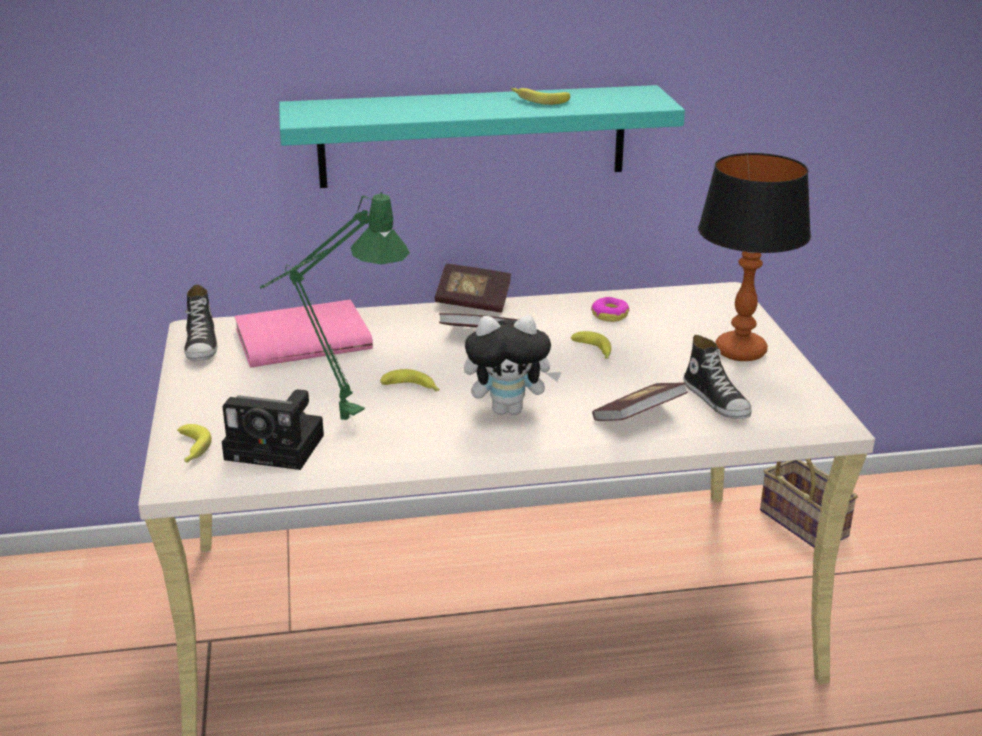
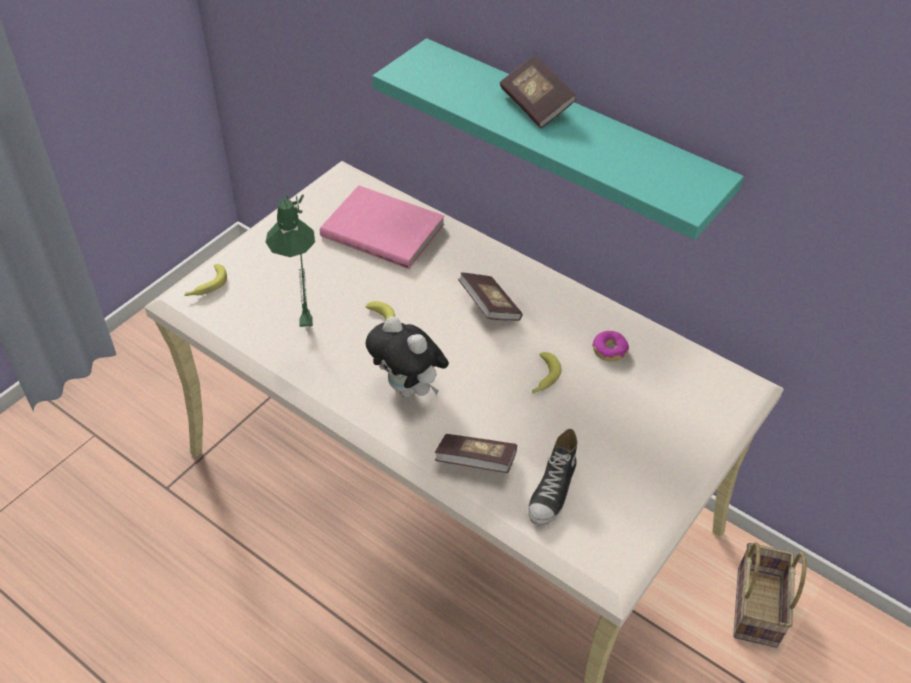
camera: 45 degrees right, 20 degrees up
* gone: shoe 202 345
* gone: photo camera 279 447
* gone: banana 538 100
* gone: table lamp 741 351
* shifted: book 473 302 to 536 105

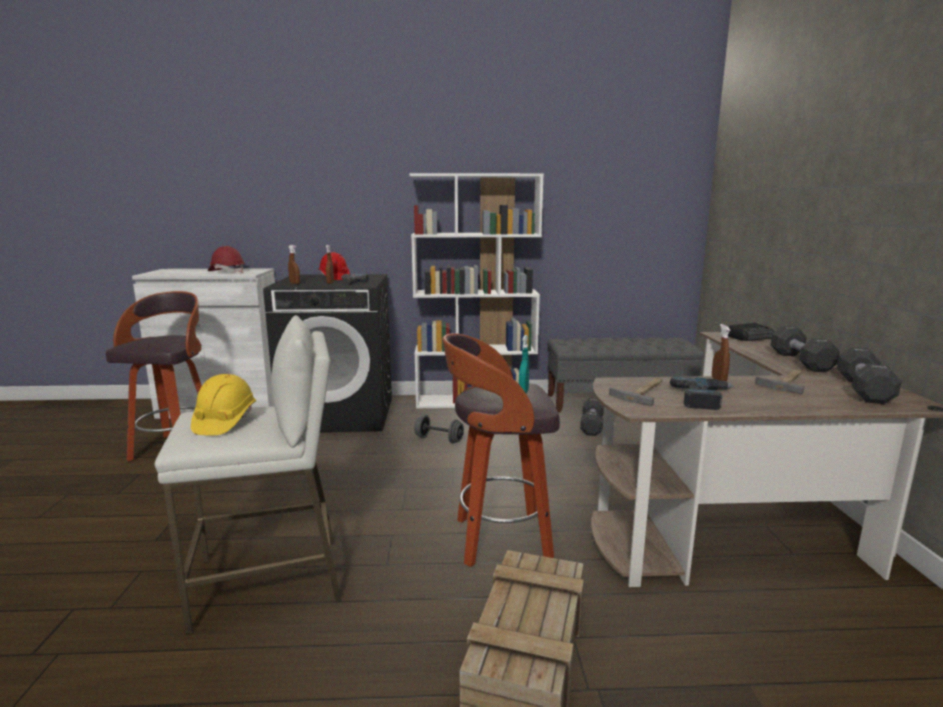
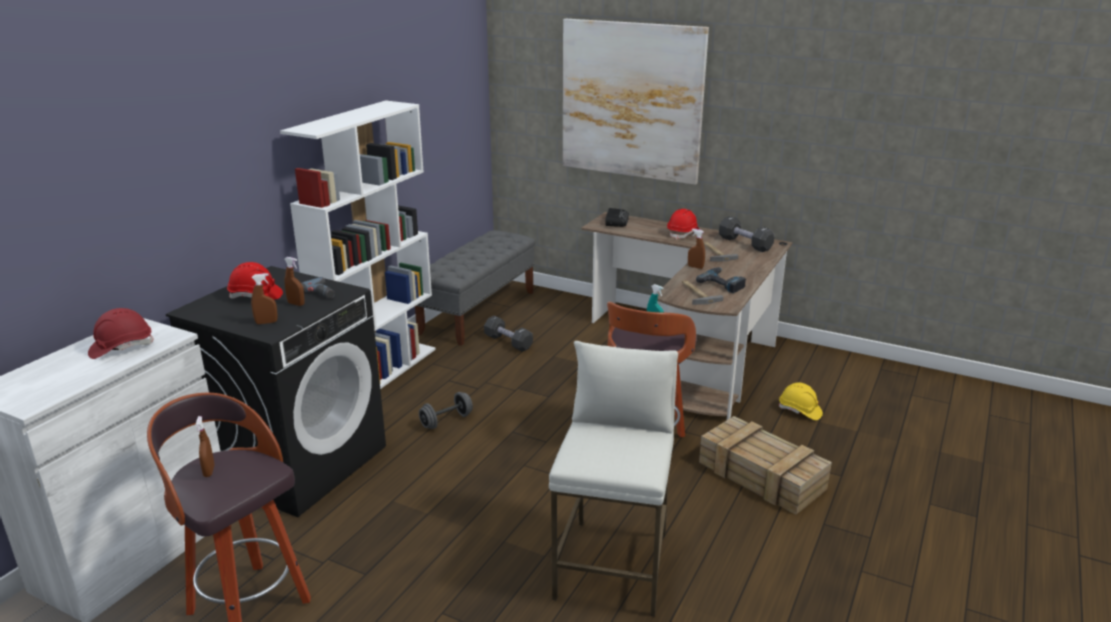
camera: 60 degrees left, 10 degrees up
* new: spray bottle (brown) 209 471
* new: picture 631 100
* shifted: hard hat (yellow) 225 422 to 799 411
* swapped: dumbbell (black) 800 361 to hard hat (red) 683 233

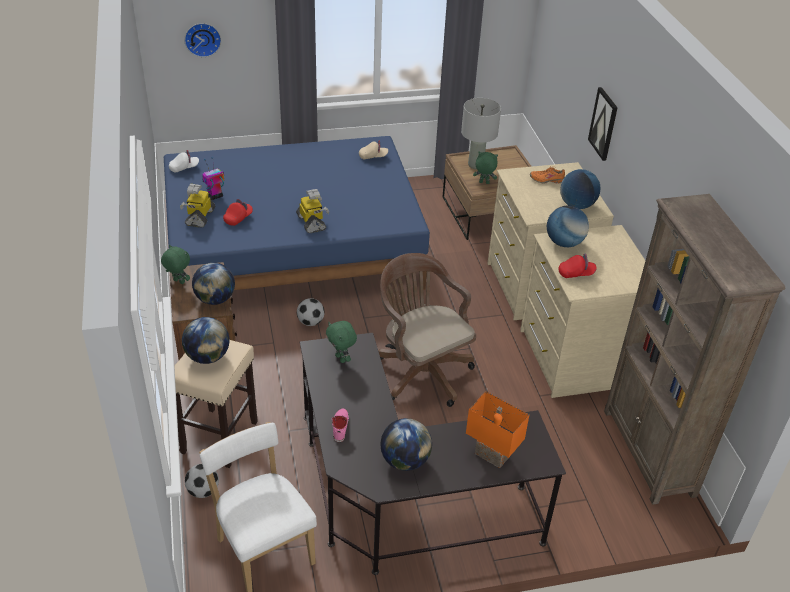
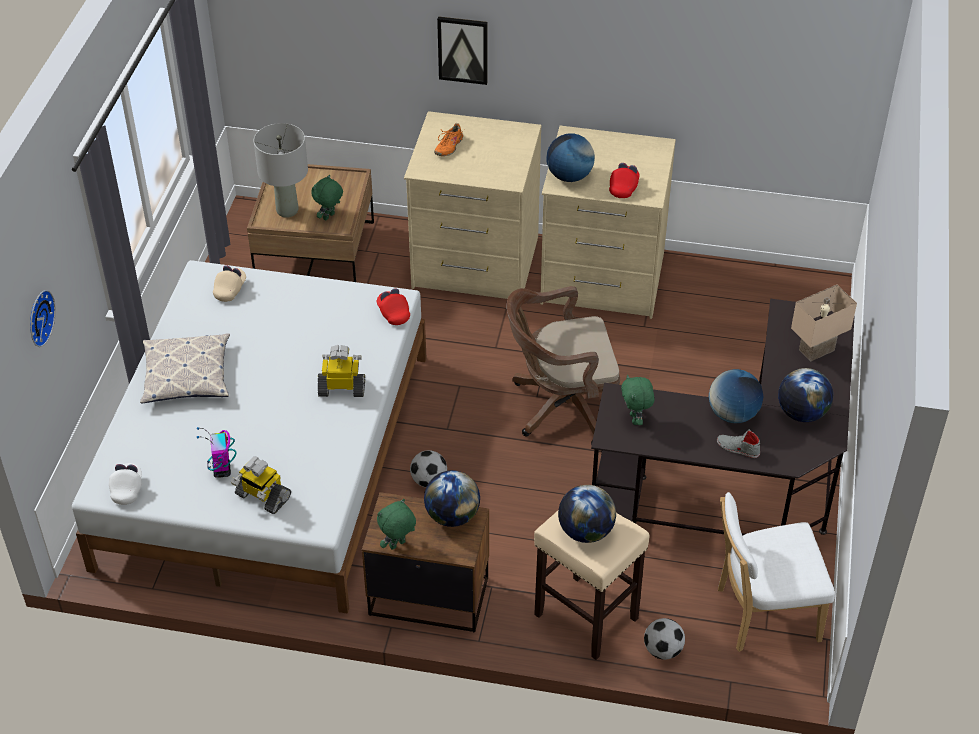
camera: 65 degrees left, 5 degrees up
* gone: bookcase (brown) 649 453
* new: pillow 187 376
* shifted: cap (red) 238 218 to 393 313
* shifted: globe 577 205 to 733 414
* repainted: bed (blue) 292 246 to bed (white) 265 458
* repainted: shoe (pink) 340 426 to shoe (grey) 737 448
* repainted: table lamp (orange) 493 454 to table lamp (beige) 816 349
* rotated: plush toy (green) 341 358 = 635 419 90 degrees clockwise

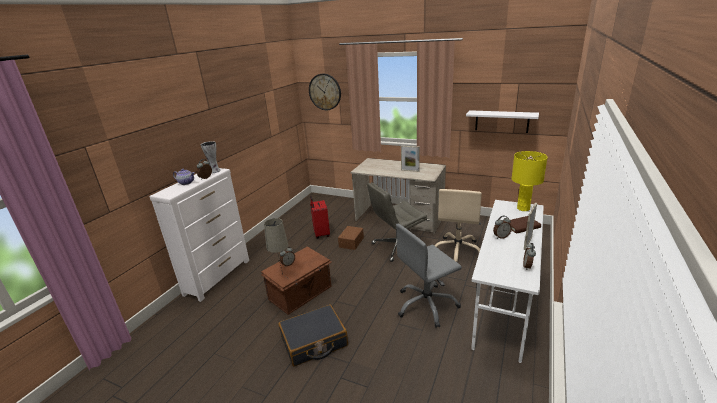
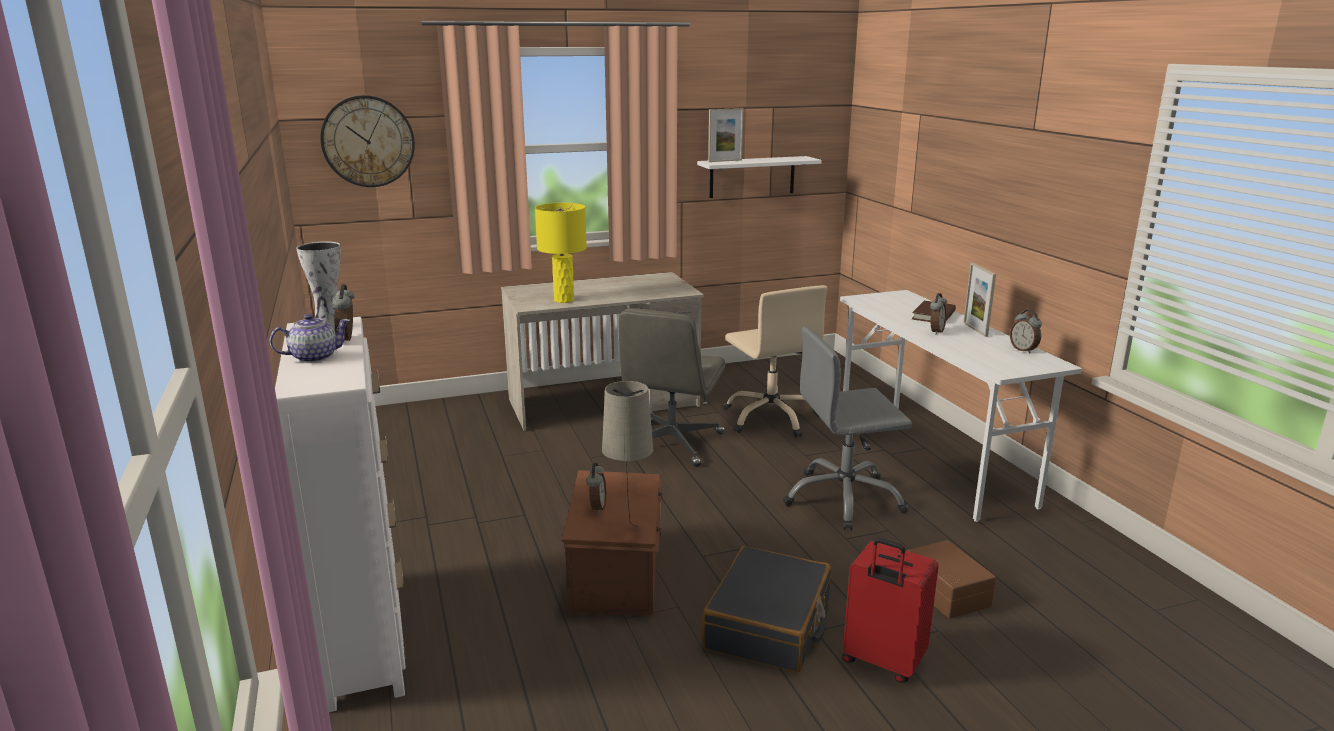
camera: 45 degrees left, 5 degrees down
* shifted: suitcase (red) 321 234 to 882 662
* shifted: storage box (brown) 350 242 to 945 592
* shifted: picture frame 410 170 to 725 161
* shifted: table lamp (yellow) 523 208 to 563 300
* rotated: office chair (grey) 426 305 = 844 499 60 degrees clockwise

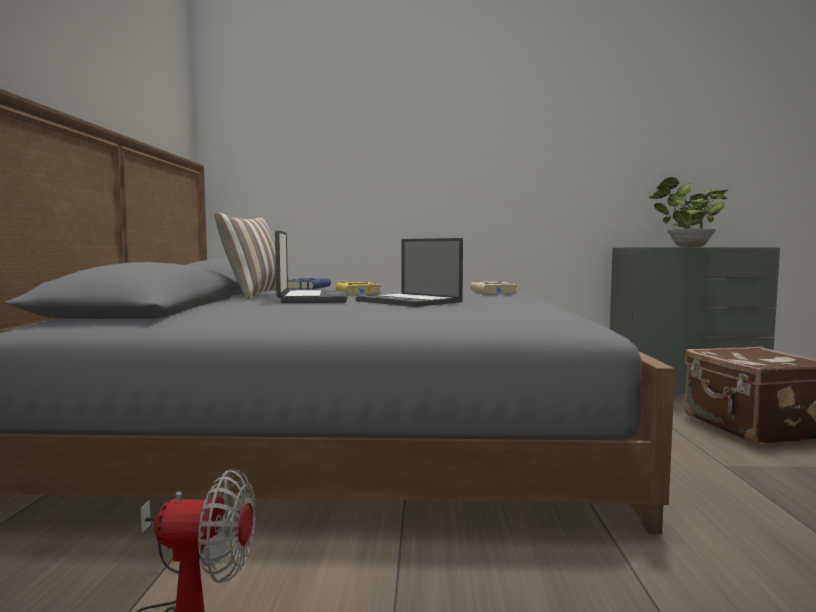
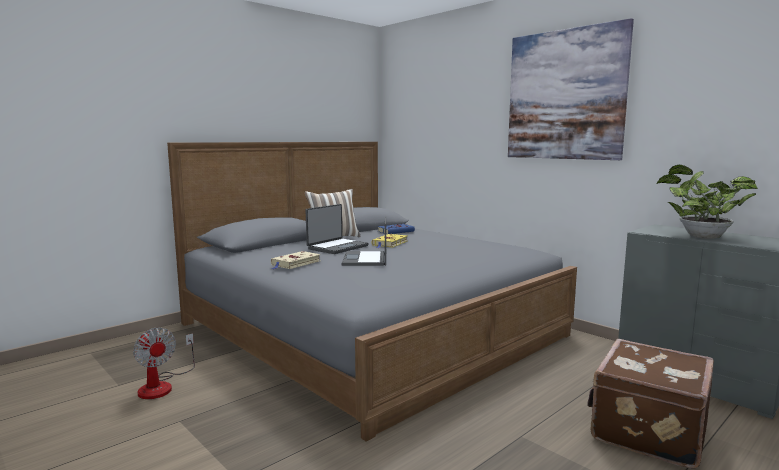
camera: 45 degrees right, 5 degrees up
* new: picture 565 95
* shifted: book (beige) 494 292 to 295 263

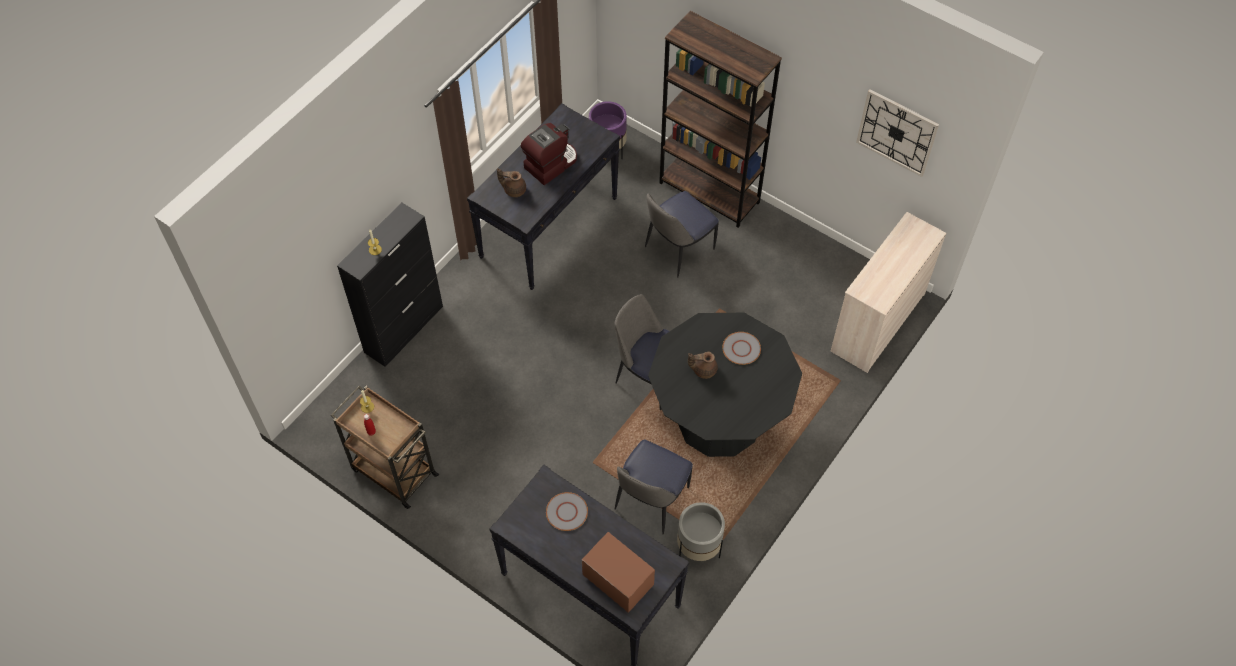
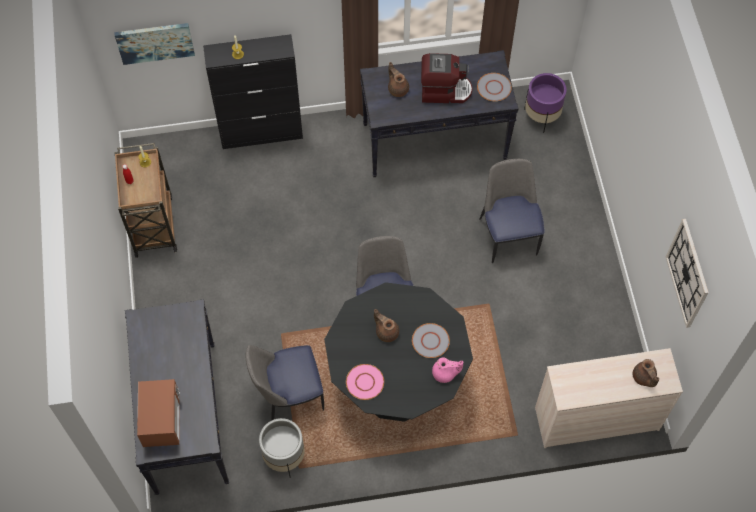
camera: 45 degrees right, 5 degrees up
* gone: bookcase (brown) 709 193
* new: picture 155 42
* new: plate (pink) 365 382
* new: teapot (pink) 445 373
* new: teapot (brown) 644 377
* shifted: plate (grey) 567 512 to 494 87
* rotated: chair 678 249 = 508 234 75 degrees clockwise

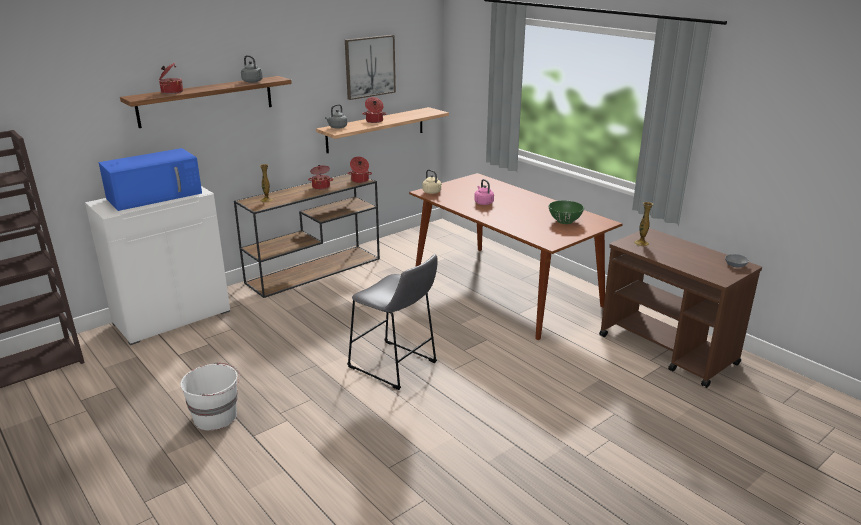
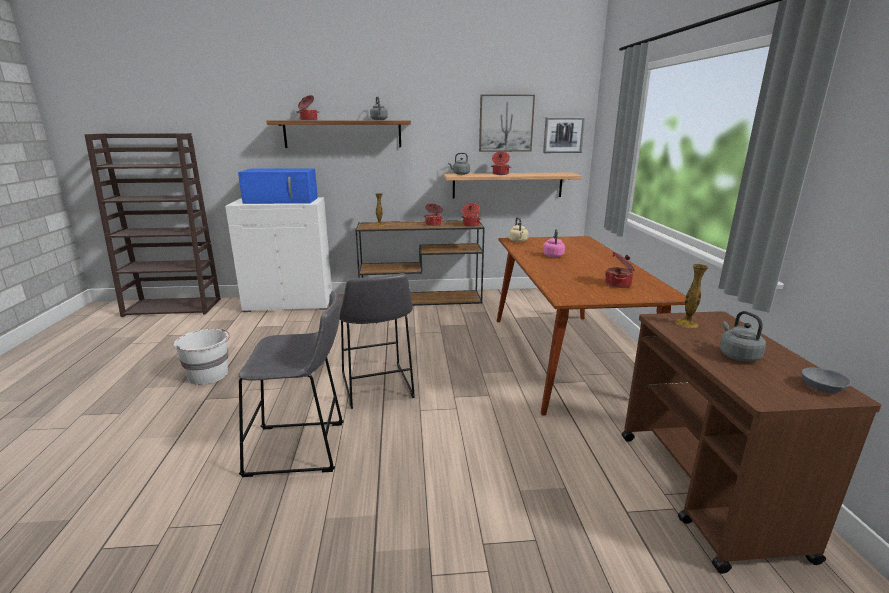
camera: 35 degrees right, 5 degrees down
* new: stool (grey) 302 448
* new: picture 563 135
* new: kettle (grey) 737 355
* swapped: bowl (green) 565 221 to cooking pot 619 284

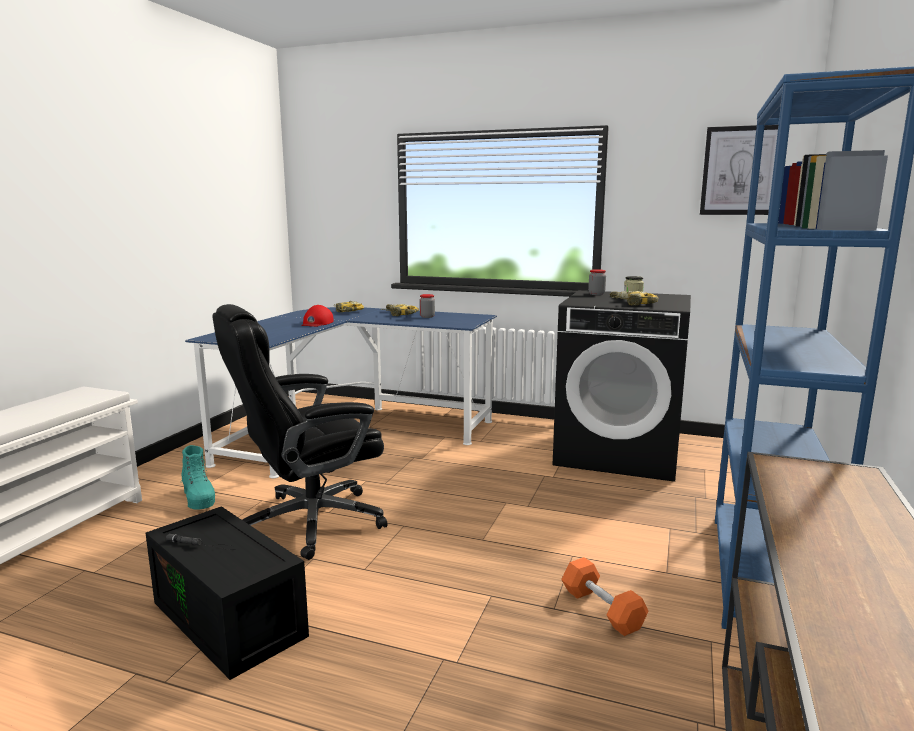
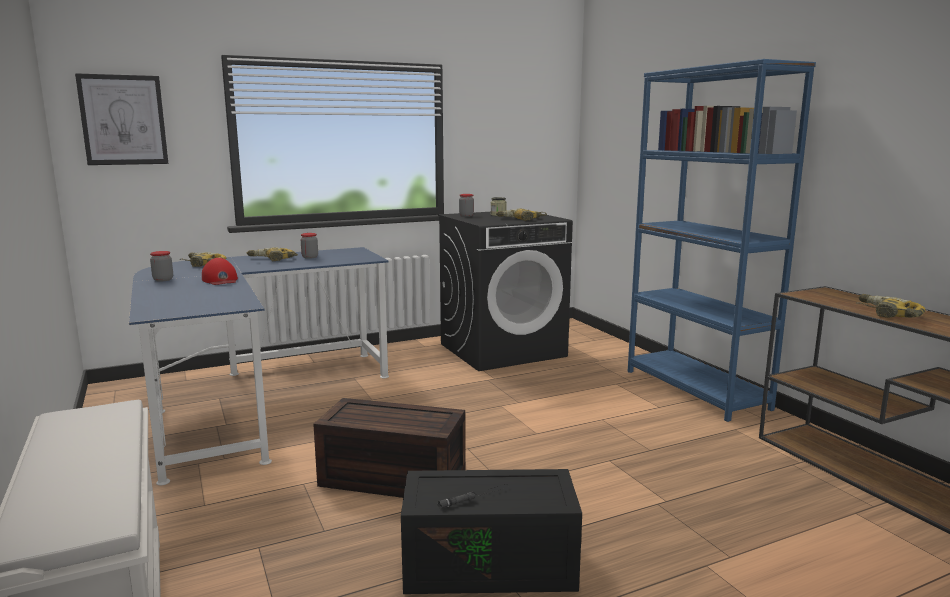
camera: 45 degrees left, 0 degrees up
* gone: boot (turquoise) 199 499
* gone: dumbbell (orange) 602 609
* new: jar 163 279
* new: power drill 885 314
* shifted: picture 741 171 to 123 120
* swapped: office chair (black) 309 522 to storage box (brown) 390 478

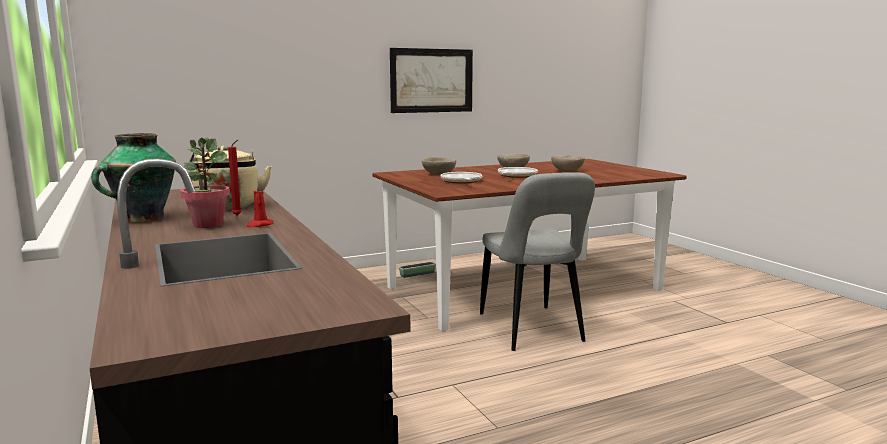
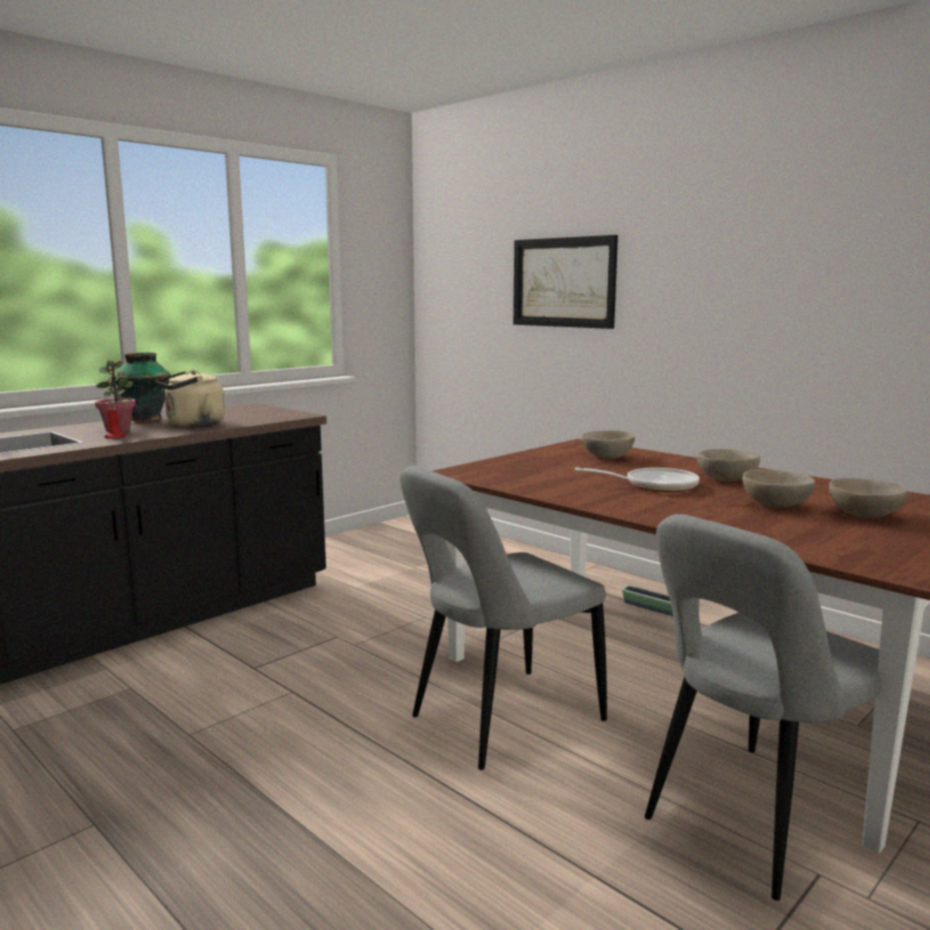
camera: 70 degrees right, 0 degrees up
* gone: candle (red) 238 215
* gone: frying pan 461 182
* new: chair (grey) 755 822
* new: bowl (beige) 864 516
* shifted: picture 431 80 to 563 282

